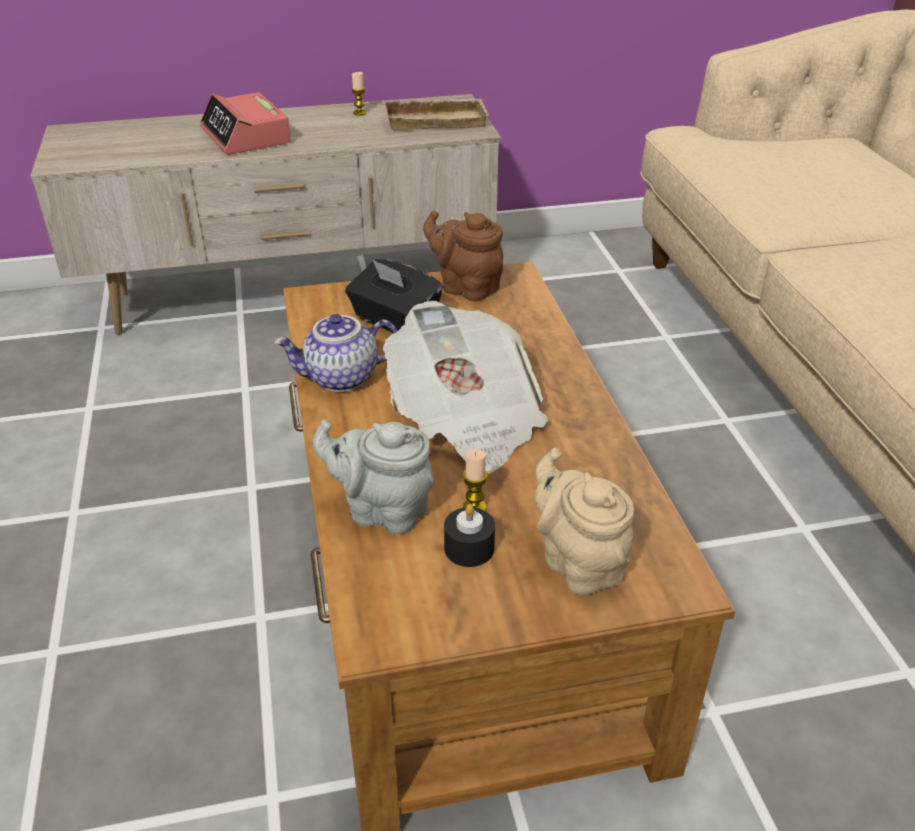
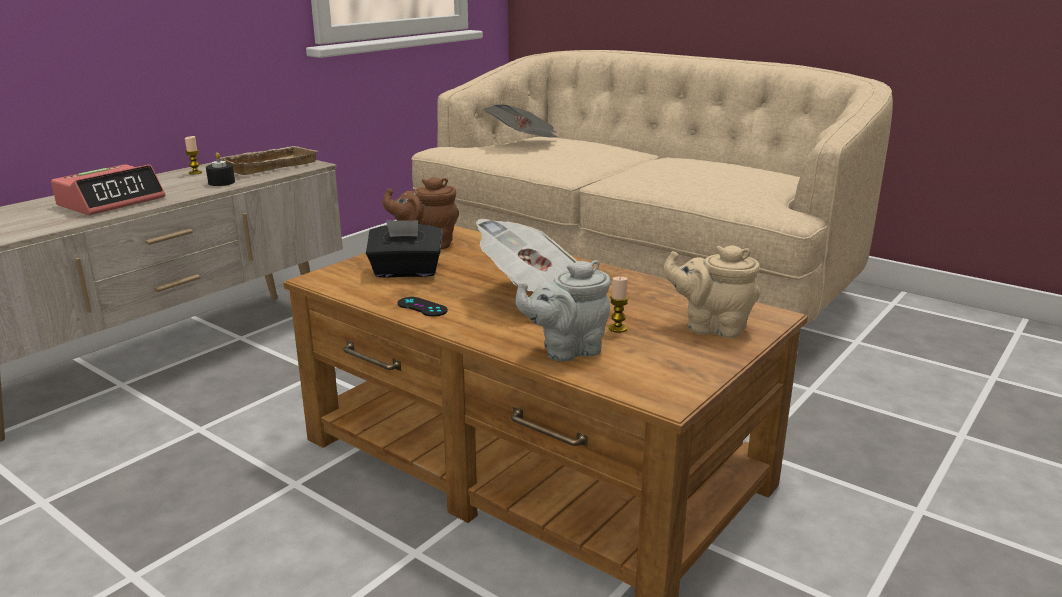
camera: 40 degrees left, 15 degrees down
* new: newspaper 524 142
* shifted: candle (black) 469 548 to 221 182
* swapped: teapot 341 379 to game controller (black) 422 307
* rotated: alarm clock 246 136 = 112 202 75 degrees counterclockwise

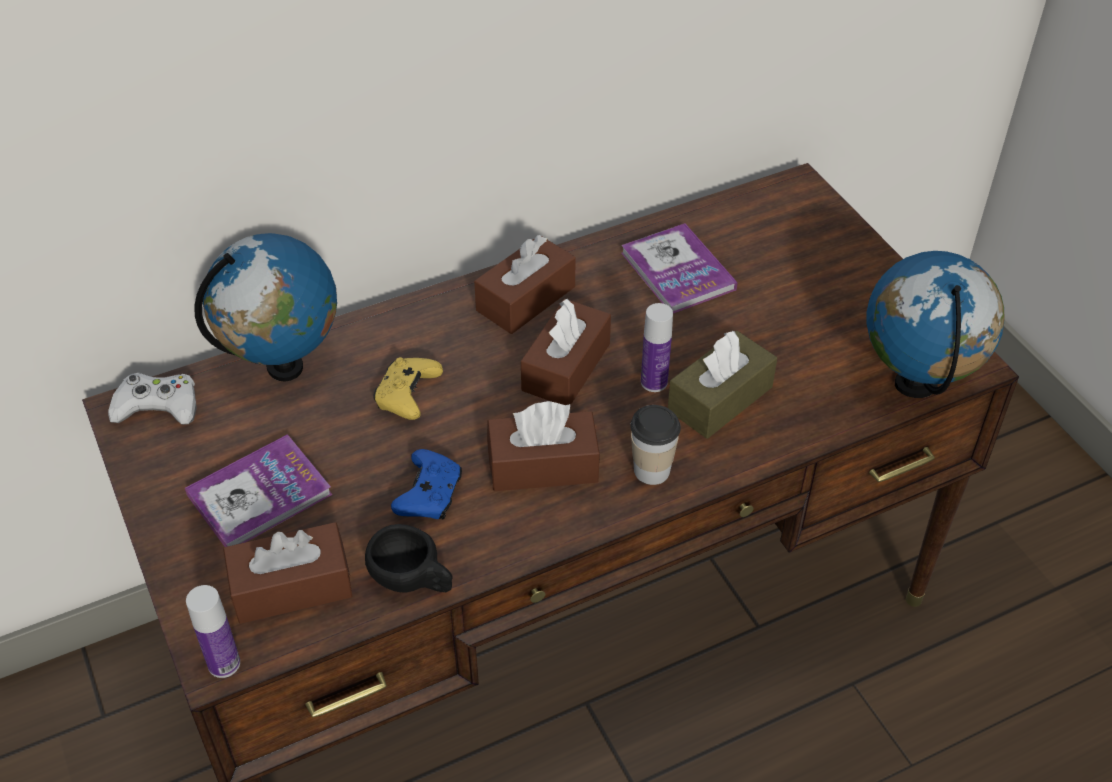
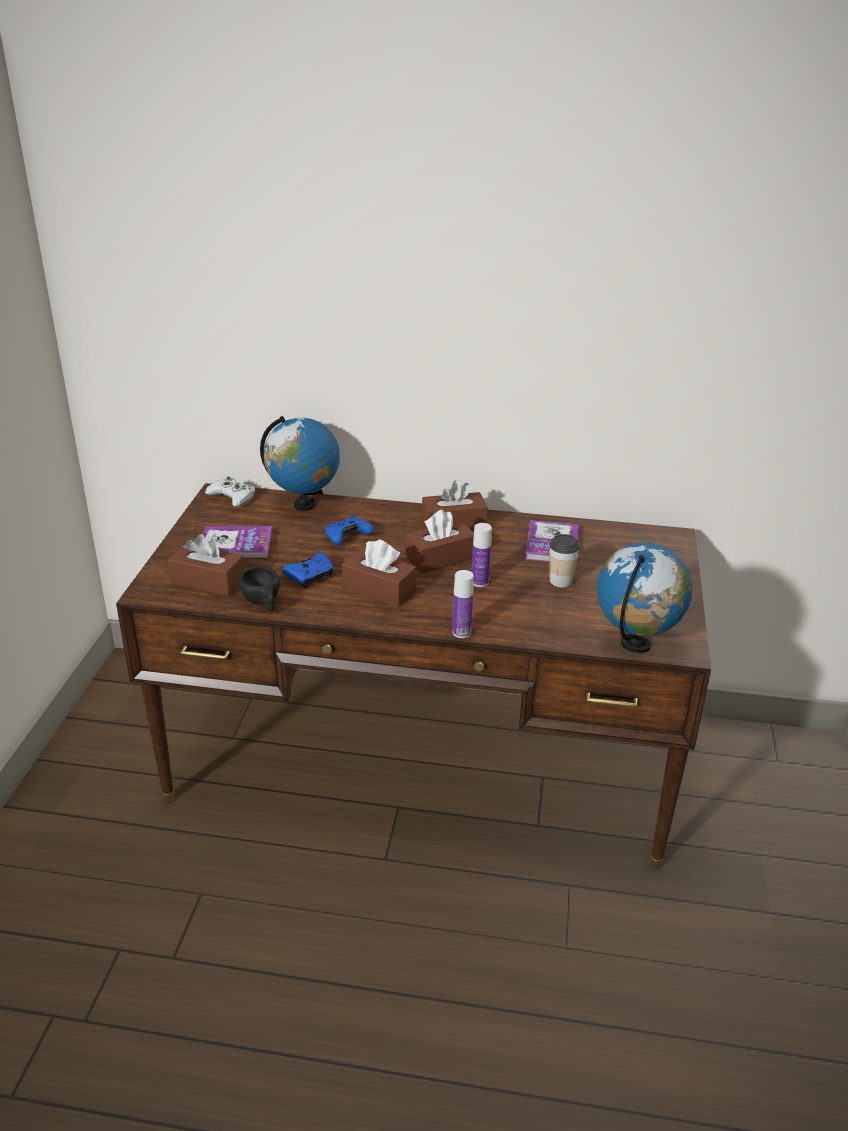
camera: 35 degrees right, 15 degrees down
* gone: tissue box (brown) 720 398
* shifted: bottle 224 664 to 461 632
* shifted: cup 652 470 to 560 581
* repainted: game controller (yellow) 407 396 to game controller (blue) 347 537

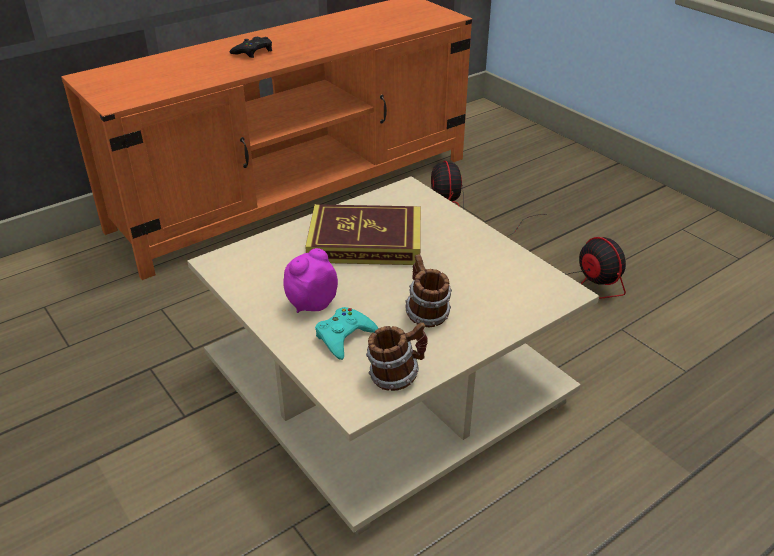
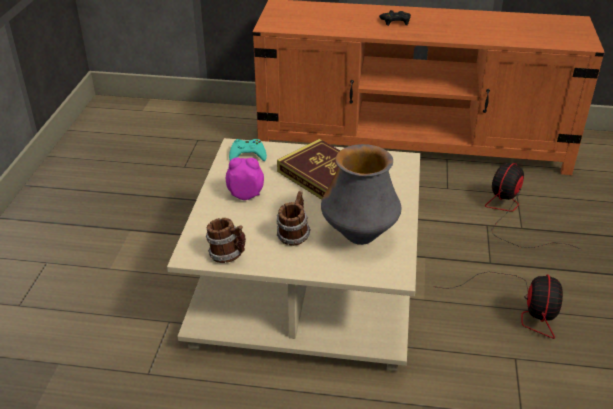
camera: 45 degrees right, 0 degrees up
* new: vase 359 236
* shifted: game controller (turquoise) 344 337 to 247 154

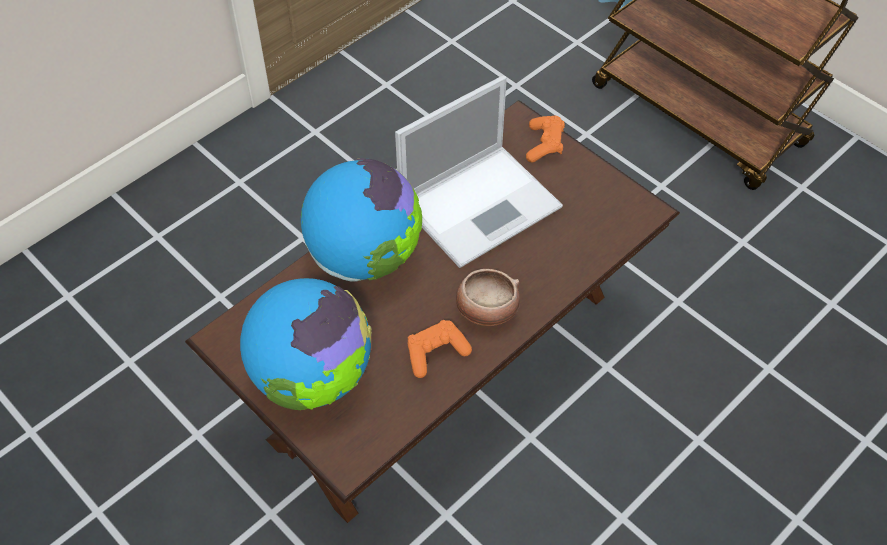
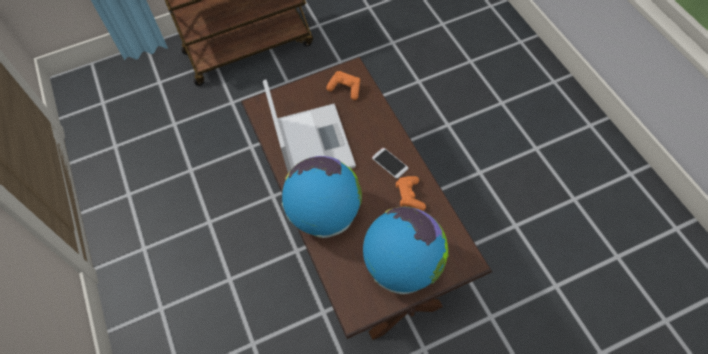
camera: 65 degrees left, 5 degrees up
* shifted: game controller (orange) 544 145 to 345 89
* swapped: bowl 486 310 to phone 390 163

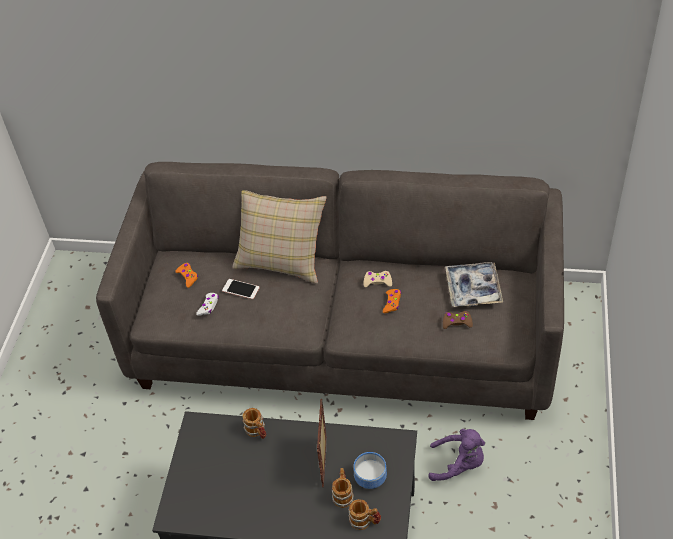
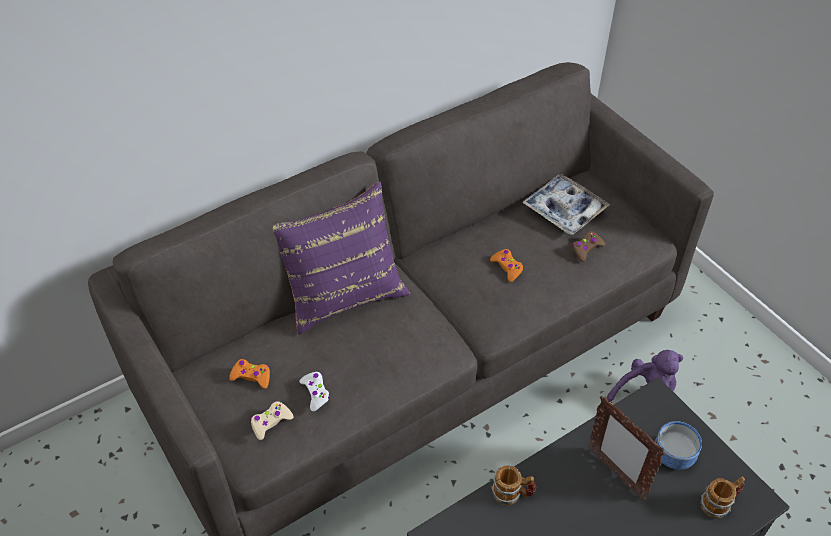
camera: 45 degrees left, 0 degrees up
* gone: phone 240 289
* gone: mug 343 494
* shifted: game controller (beige) 377 281 to 271 422
* repainted: pillow (beige) 282 259 to pillow (purple) 343 292

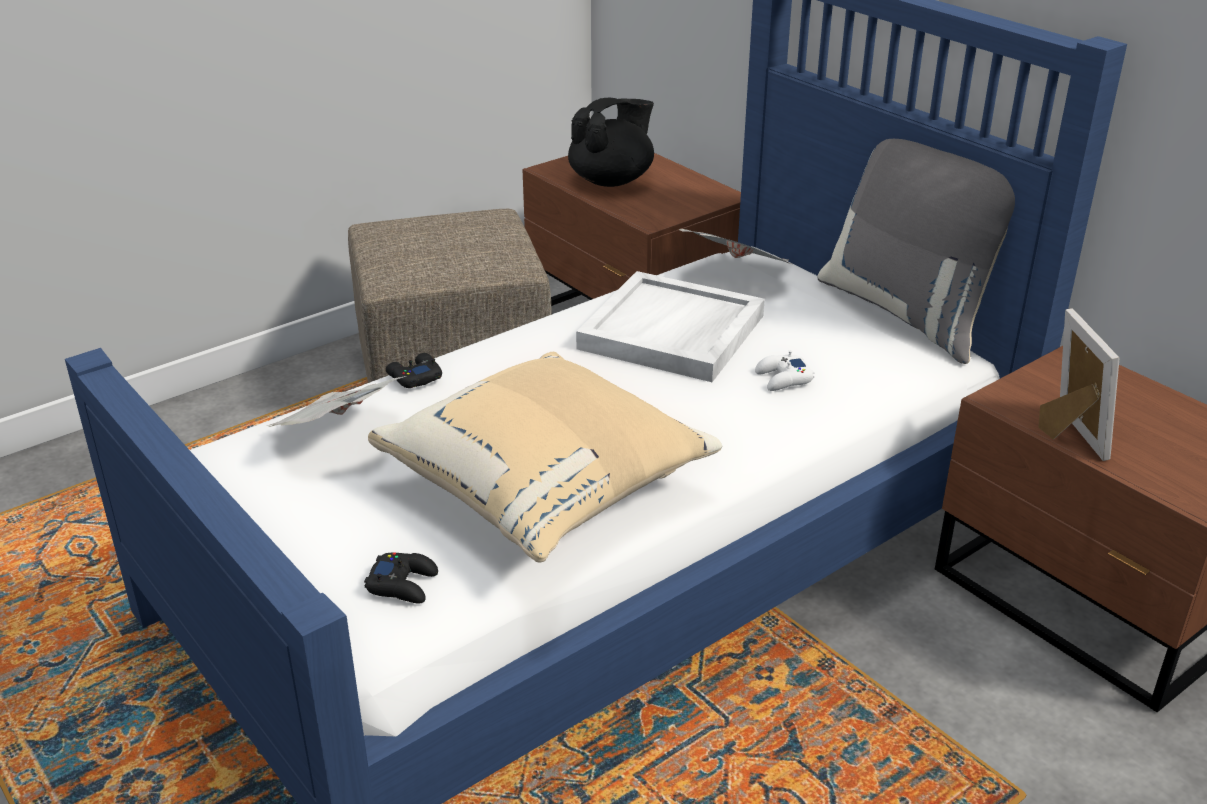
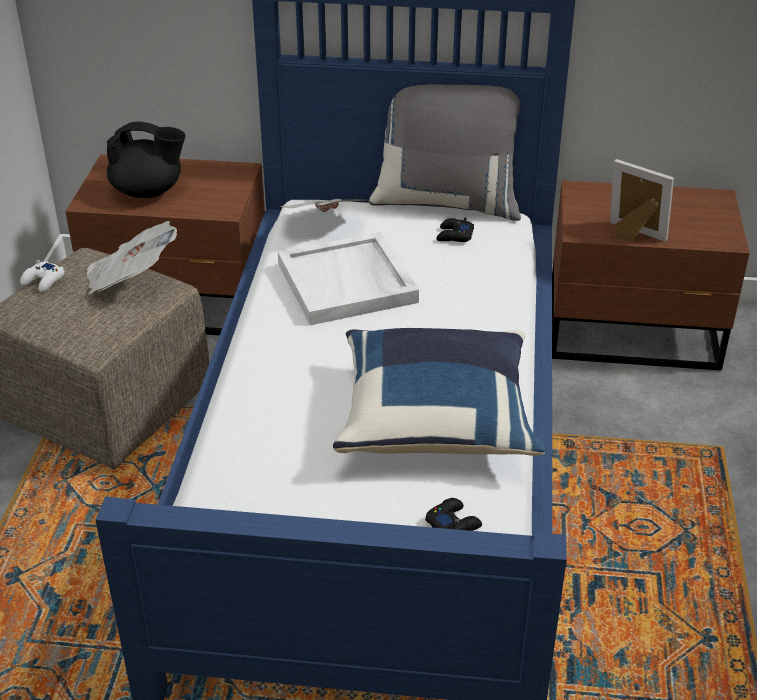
camera: 45 degrees left, 5 degrees up
* shifted: newspaper 340 433 to 131 279
* shifted: game controller (black) 414 377 to 454 236
* shifted: game controller (white) 783 379 to 43 281
* repainted: pillow (beige) 548 489 to pillow (blue) 436 419
* rotated: teapot (black) 612 180 = 148 191 90 degrees clockwise

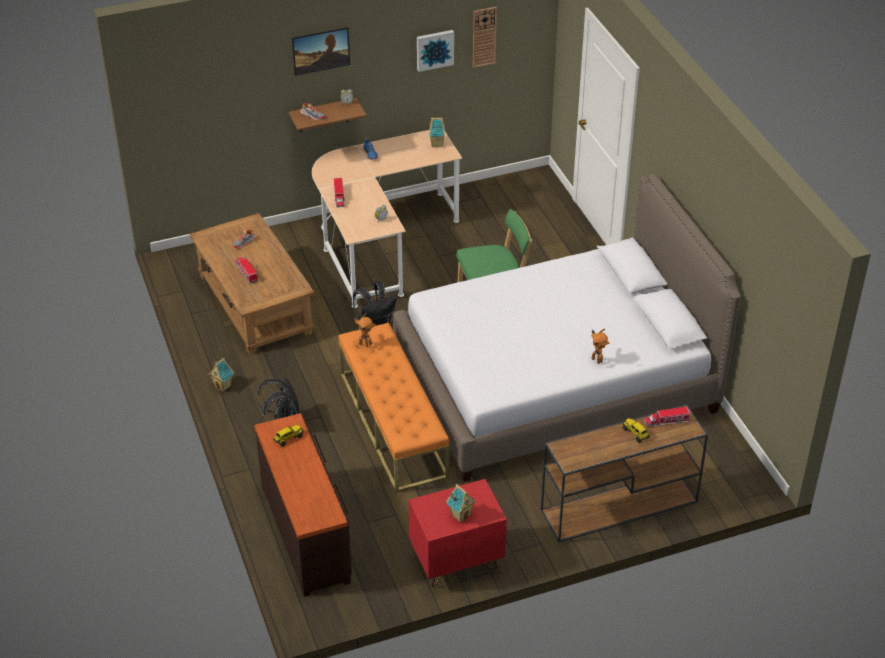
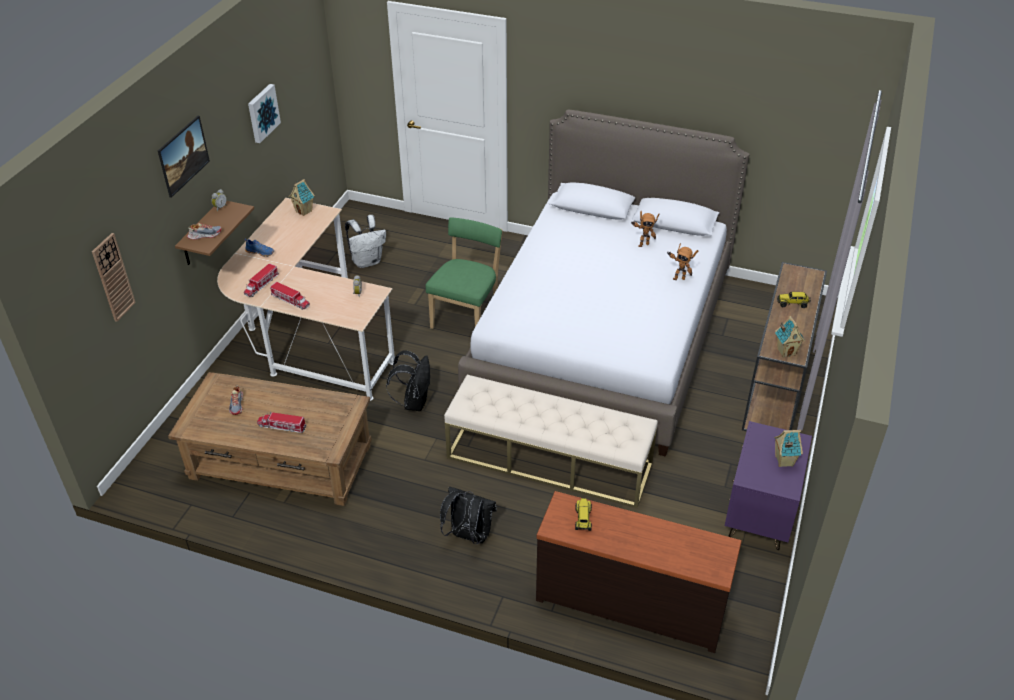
camera: 50 degrees left, 0 degrees up
* new: backpack (white) 367 261
* shifted: toy house 223 386 to 786 351
* shifted: toy robot 364 344 to 642 244
* shifted: wall clock 484 37 to 113 277
* shifted: toy truck 667 421 to 261 285
* repainted: bench (orange) 393 424 to bench (beige) 549 460
* repainted: nightstand (red) 456 562 to nightstand (purple) 759 517

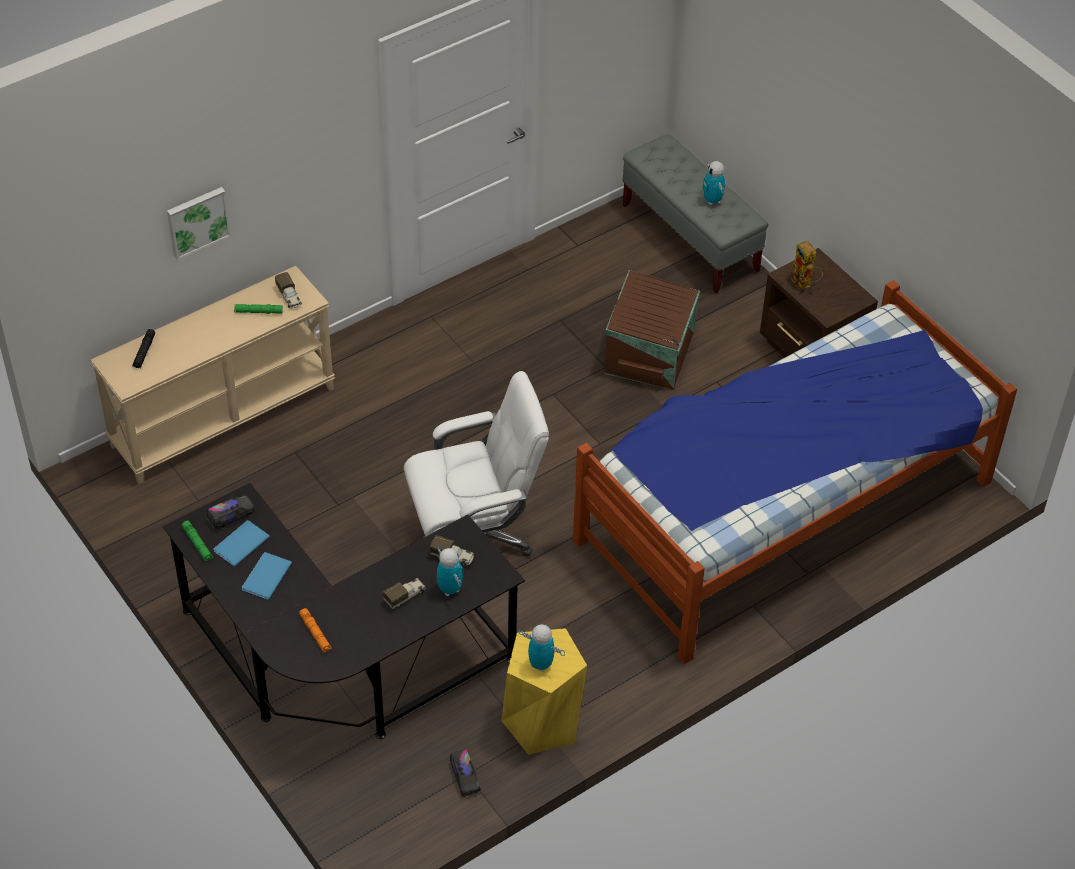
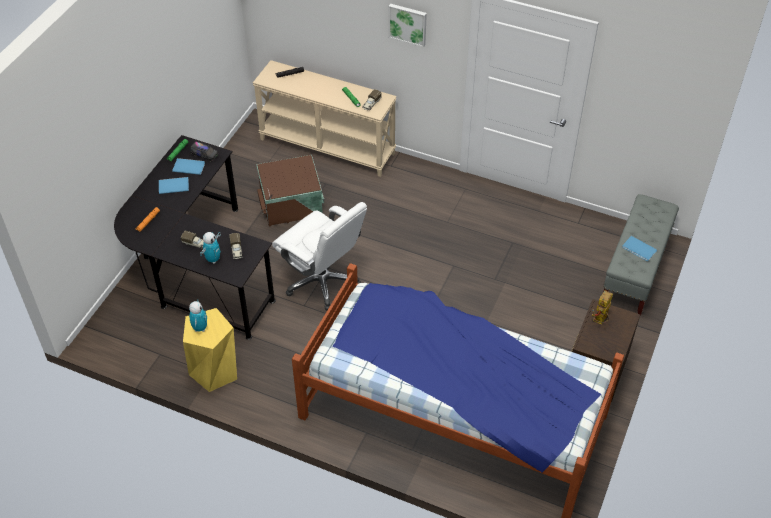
camera: 60 degrees right, 0 degrees up
* gone: toy truck 465 777
* shifted: picture 197 221 to 408 24
* shifted: storage box (brown) 651 351 to 292 205
* swapped: toy robot 712 200 to book (blue) 639 249

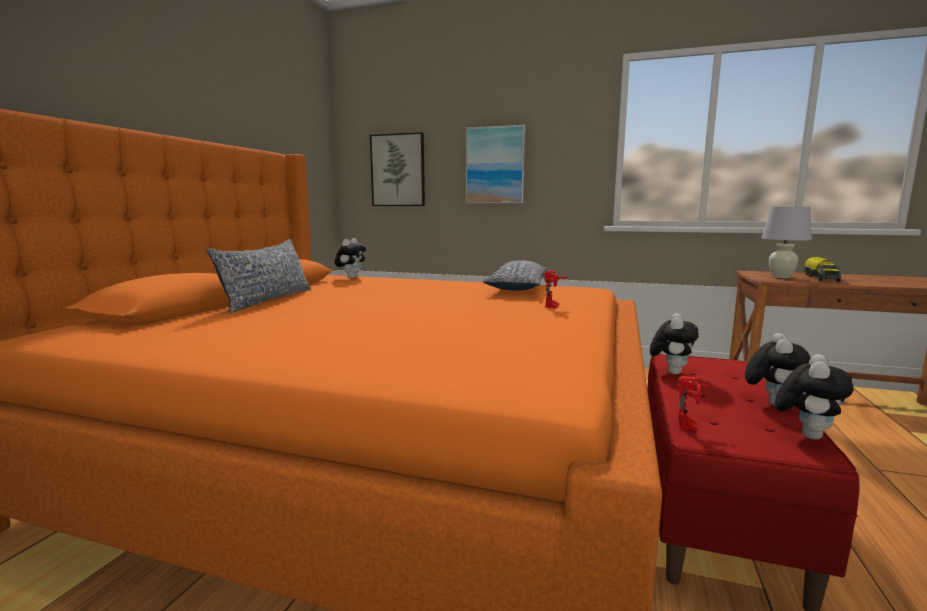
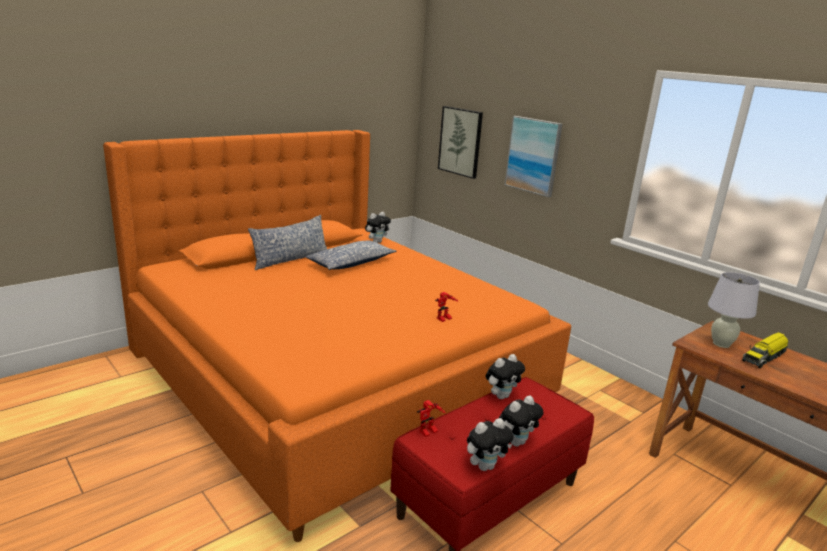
camera: 30 degrees right, 10 degrees up
* shifted: pillow 517 287 to 351 263

